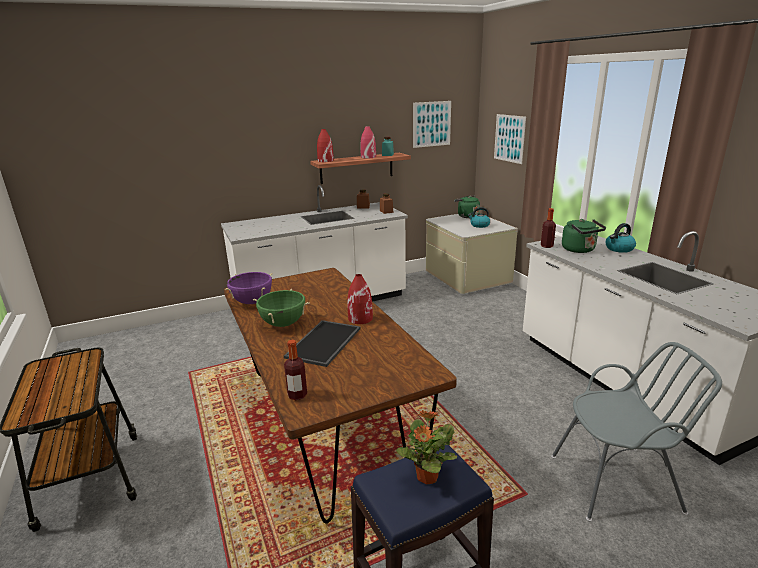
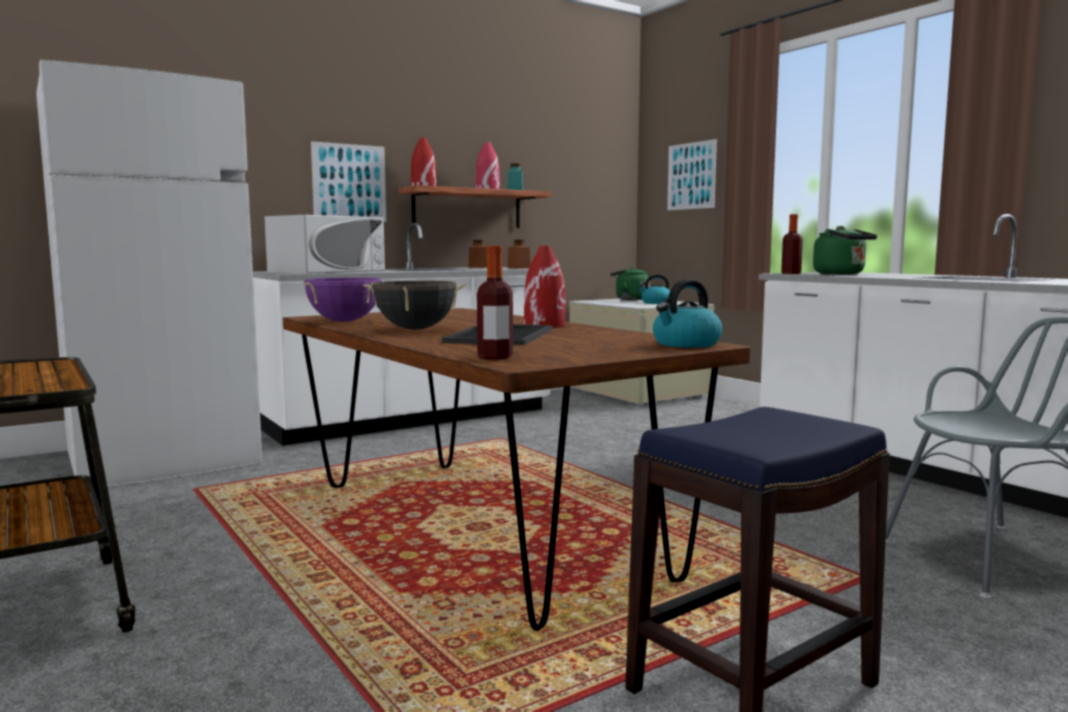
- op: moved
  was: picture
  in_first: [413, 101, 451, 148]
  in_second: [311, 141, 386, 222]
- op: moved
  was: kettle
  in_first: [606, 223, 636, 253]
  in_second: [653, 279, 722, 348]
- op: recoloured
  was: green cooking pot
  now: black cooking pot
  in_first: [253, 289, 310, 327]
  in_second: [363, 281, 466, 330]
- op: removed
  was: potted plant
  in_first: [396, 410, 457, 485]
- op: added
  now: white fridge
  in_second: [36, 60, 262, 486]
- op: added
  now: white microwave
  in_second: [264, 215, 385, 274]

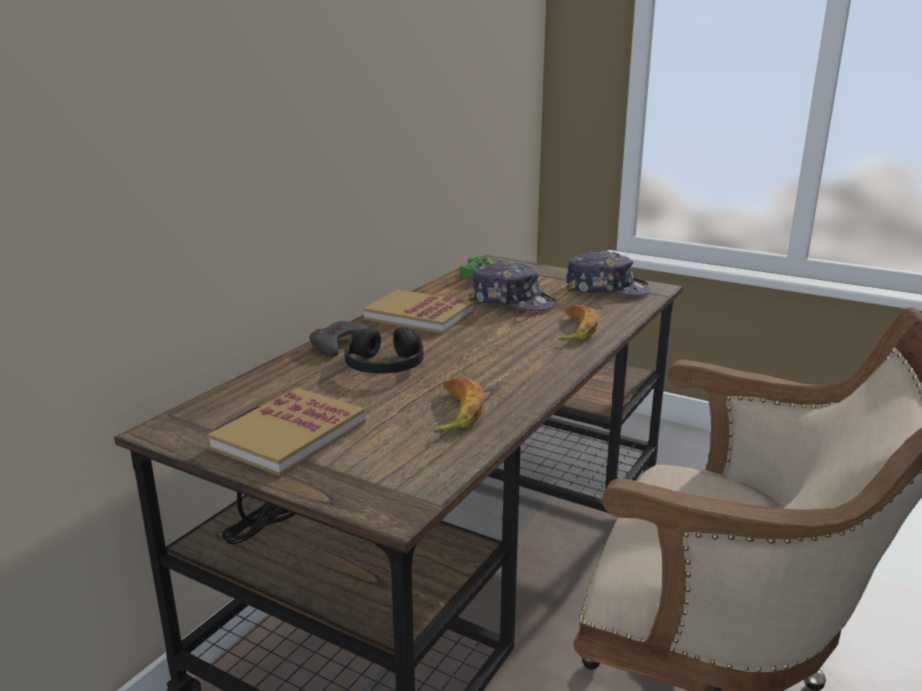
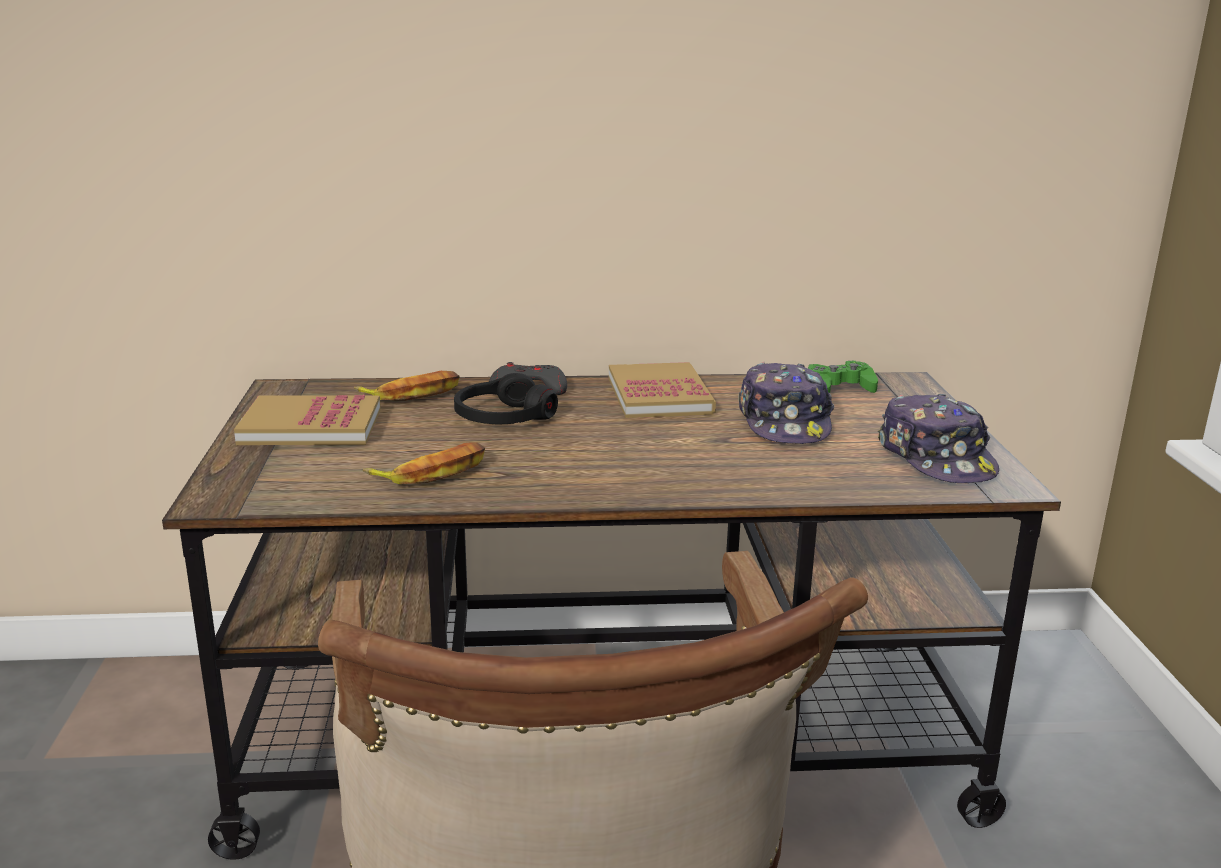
- op: moved
  was: banana
  in_first: [558, 305, 598, 341]
  in_second: [354, 371, 460, 401]

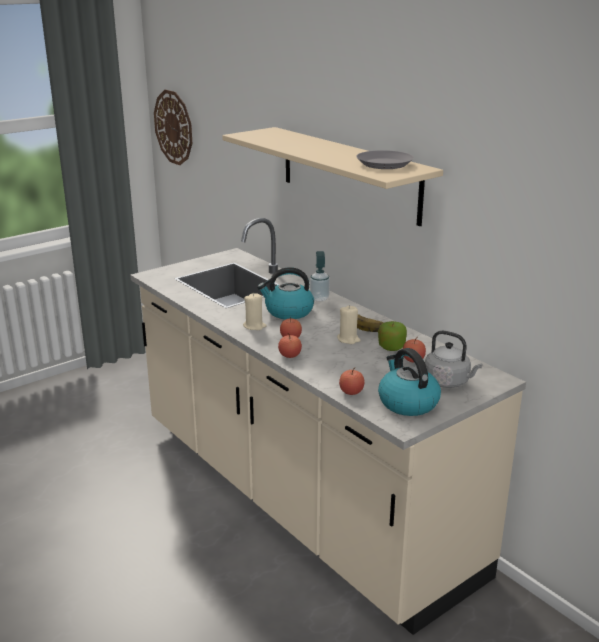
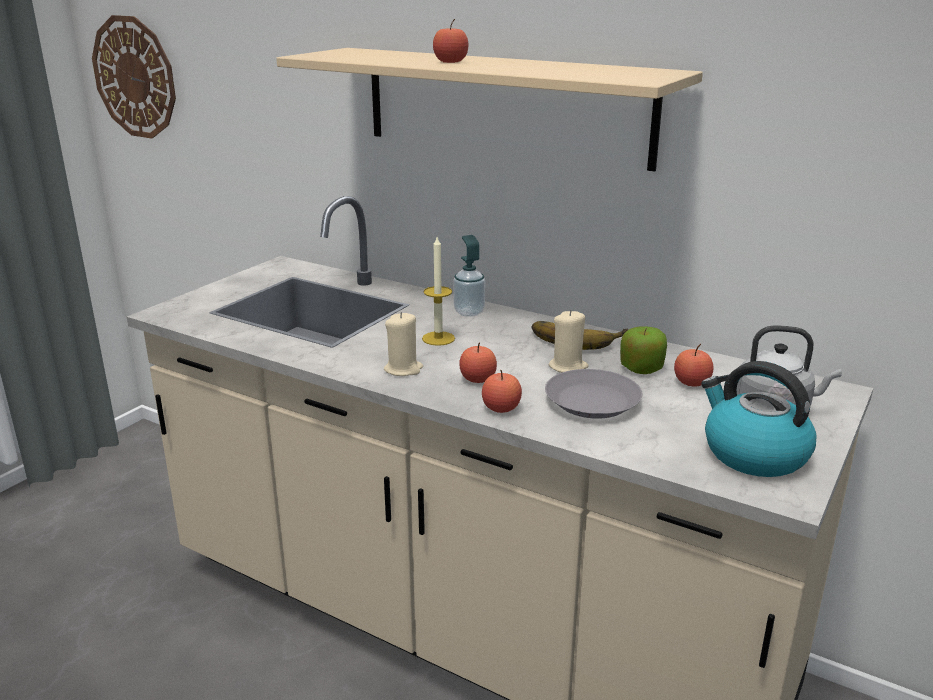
- op: moved
  was: grey plate
  in_first: [356, 150, 414, 169]
  in_second: [545, 369, 643, 419]
- op: replaced
  was: kettle
  now: candle
  in_first: [257, 267, 314, 319]
  in_second: [422, 237, 455, 346]
- op: moved
  was: apple
  in_first: [339, 368, 365, 395]
  in_second: [433, 19, 468, 63]

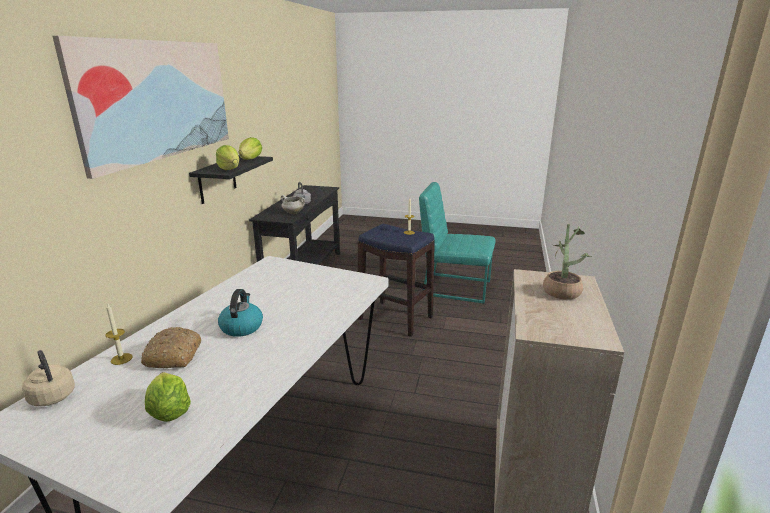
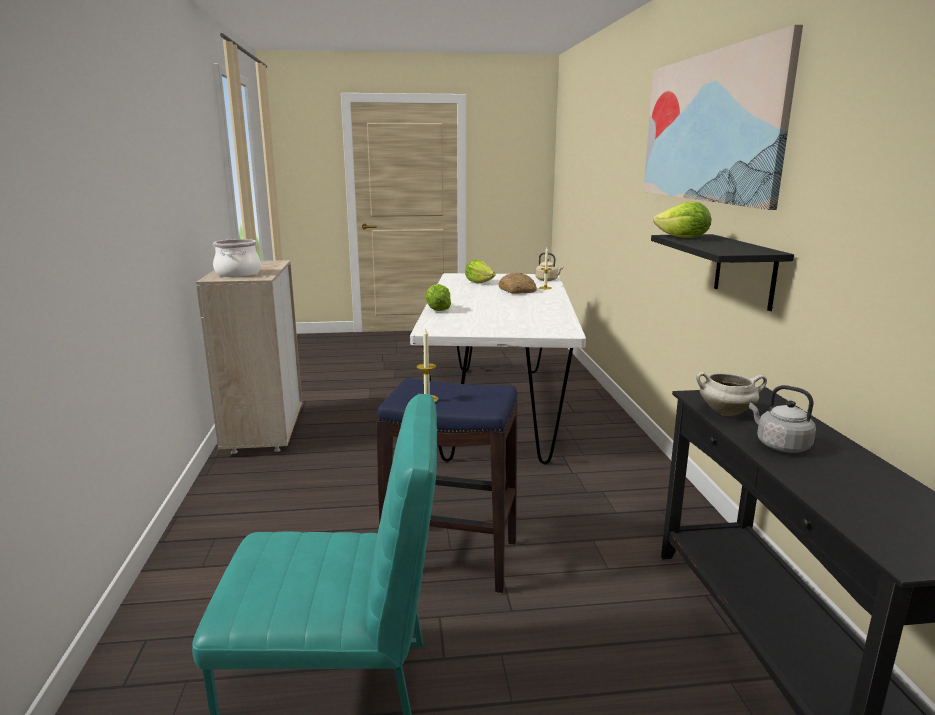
- op: moved
  was: lettuce
  in_first: [239, 137, 262, 160]
  in_second: [425, 284, 451, 311]
- op: replaced
  was: potted plant
  now: cooking pot
  in_first: [543, 224, 591, 300]
  in_second: [213, 239, 261, 277]
- op: removed
  was: kettle
  in_first: [218, 289, 263, 337]

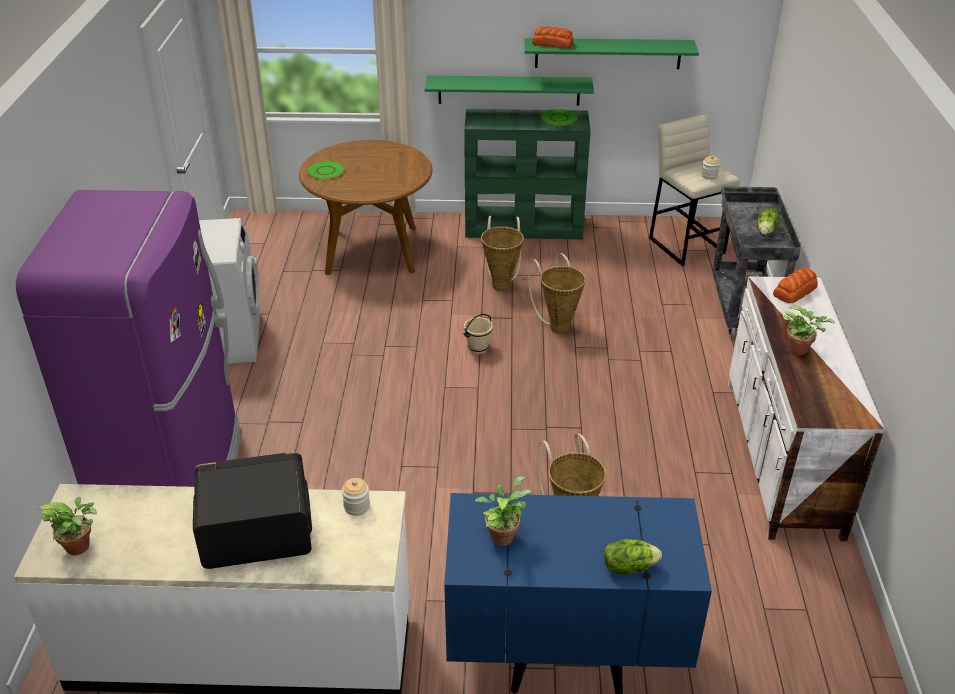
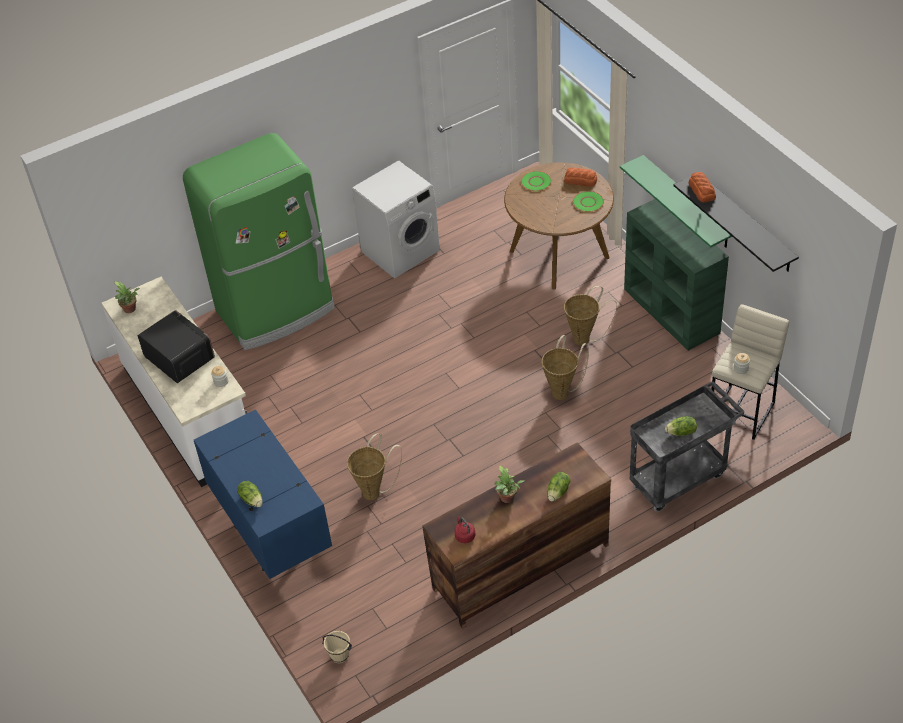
- op: recoloured
  was: green shelf
  now: black shelf
  in_first: [525, 38, 699, 69]
  in_second: [674, 176, 799, 272]
- op: moved
  was: green plate
  in_first: [541, 109, 578, 126]
  in_second: [573, 191, 604, 212]
- op: recoloured
  was: purple fridge
  now: green fridge
  in_first: [16, 190, 240, 487]
  in_second: [183, 133, 335, 350]
- op: moved
  was: bread
  in_first: [773, 268, 818, 303]
  in_second: [564, 168, 597, 186]
- op: recoloured
  was: white cabinet
  now: brown cabinet
  in_first: [728, 276, 885, 541]
  in_second: [422, 442, 611, 629]
- op: moved
  was: beige bucket
  in_first: [463, 314, 493, 354]
  in_second: [322, 631, 352, 663]
- op: removed
  was: potted plant
  in_first: [475, 476, 531, 546]
- op: added
  now: lettuce
  in_second: [548, 472, 571, 501]
- op: added
  now: red kettle
  in_second: [454, 517, 476, 543]

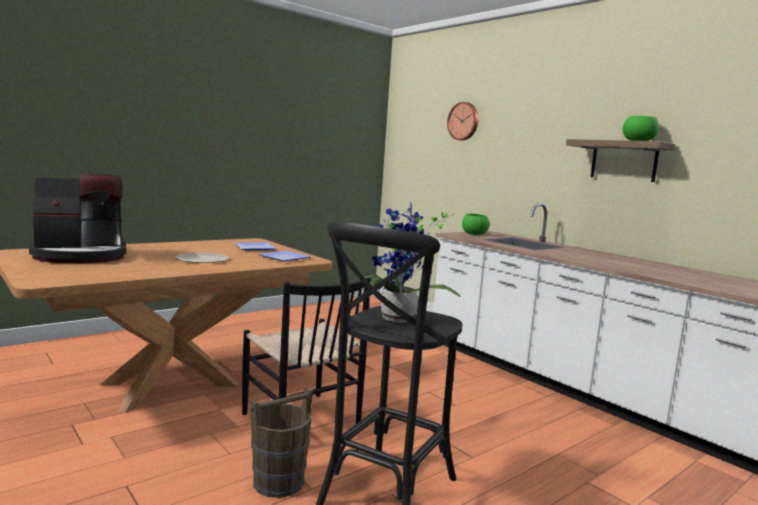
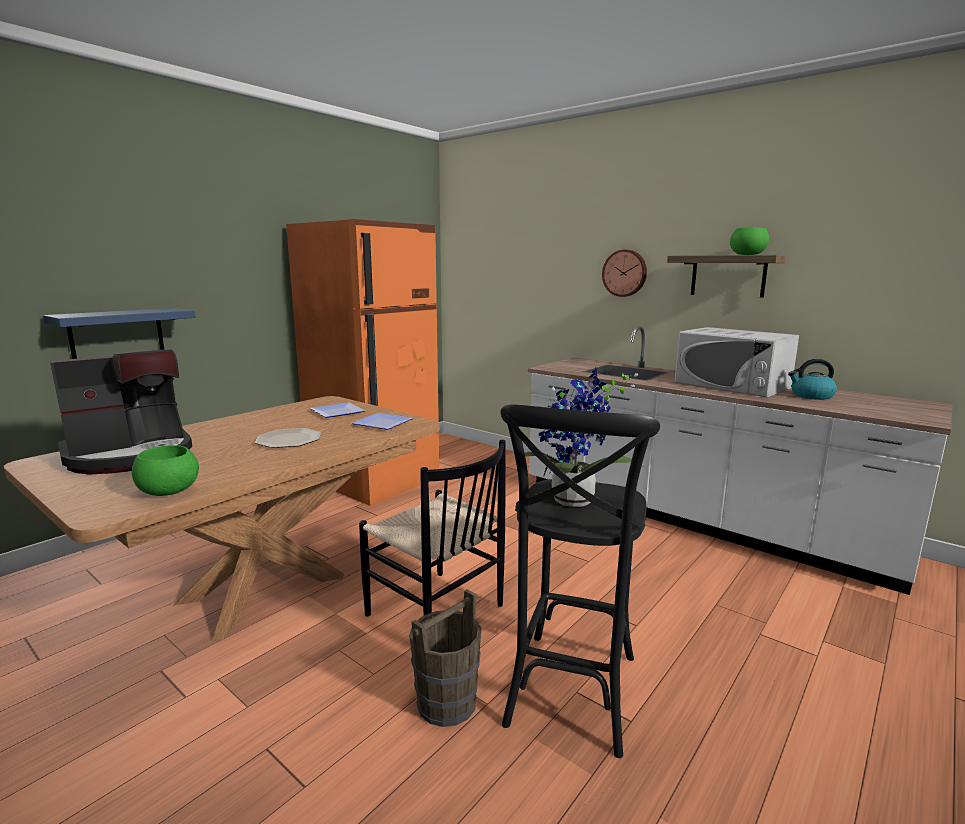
- op: moved
  was: wall clock
  in_first: [447, 102, 479, 141]
  in_second: [602, 249, 647, 297]
- op: moved
  was: green bowl
  in_first: [462, 214, 490, 235]
  in_second: [132, 445, 199, 496]
- op: added
  now: orange fridge
  in_second: [286, 219, 439, 506]
- op: added
  now: blue shelf
  in_second: [43, 308, 196, 359]
- op: added
  now: white microwave
  in_second: [674, 327, 799, 397]
- op: added
  now: kettle
  in_second: [788, 359, 837, 400]

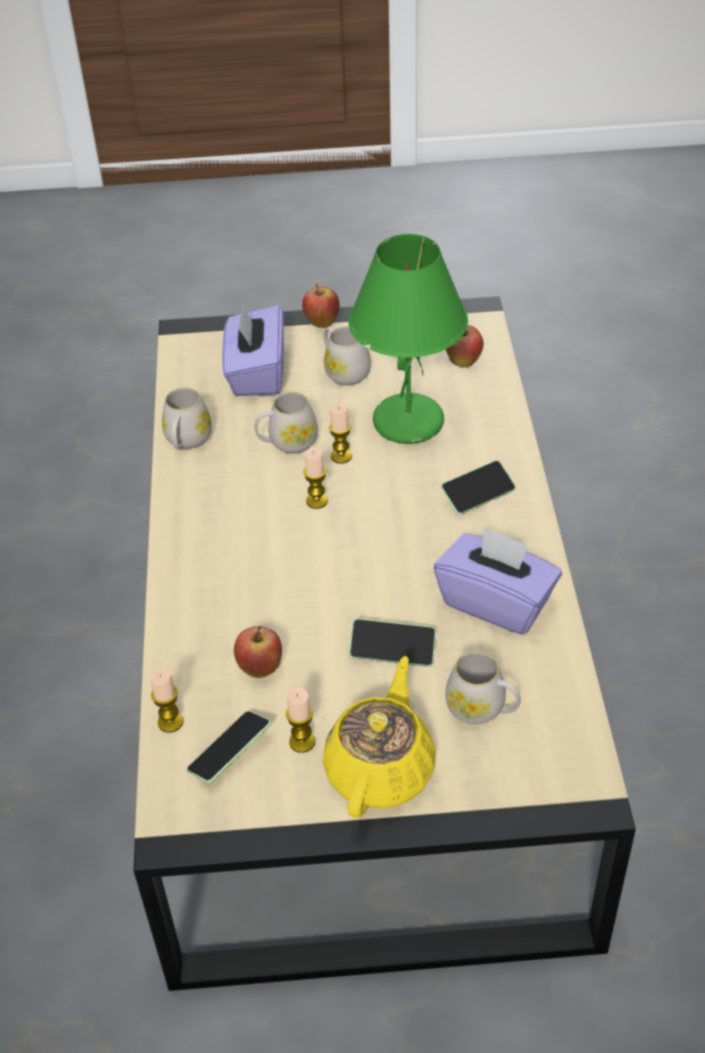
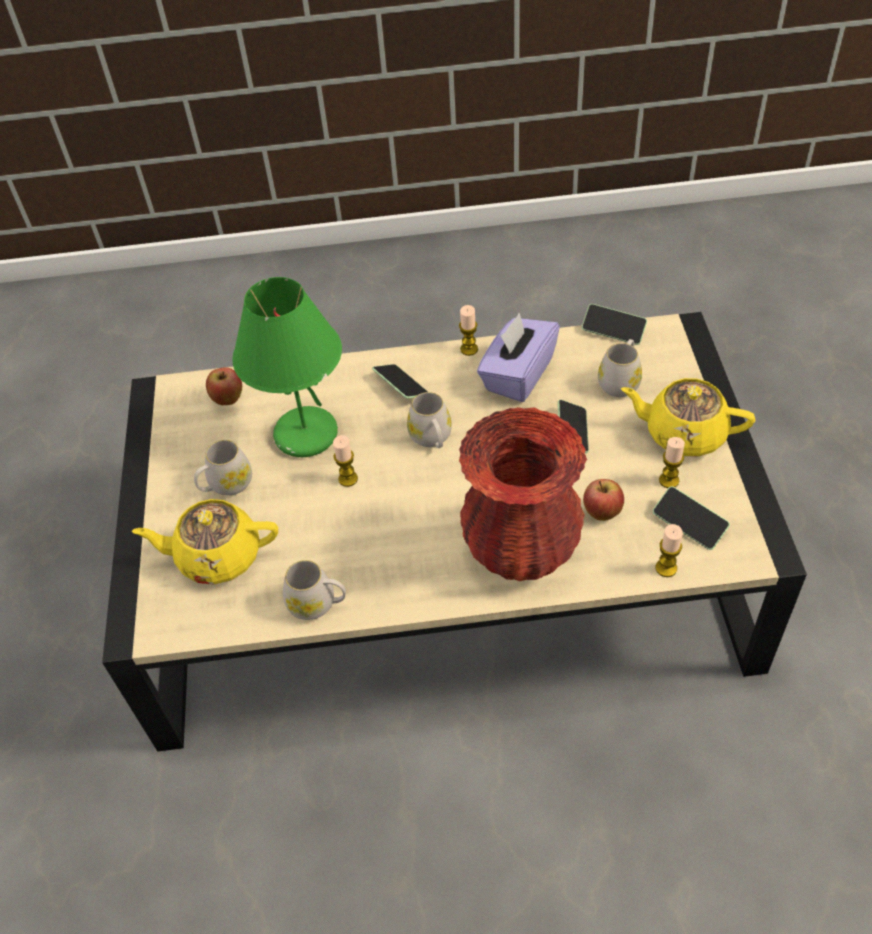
- op: removed
  was: apple
  in_first: [302, 283, 339, 328]
- op: replaced
  was: purple tissue box
  now: yellow teapot
  in_first: [222, 304, 284, 396]
  in_second: [132, 499, 278, 584]
- op: moved
  was: white mug
  in_first: [254, 392, 318, 454]
  in_second: [407, 392, 452, 448]
- op: moved
  was: candle
  in_first: [304, 448, 328, 509]
  in_second: [459, 305, 478, 356]
- op: added
  now: phone
  in_second: [582, 304, 647, 345]
- op: added
  now: red vase
  in_second: [459, 407, 587, 581]

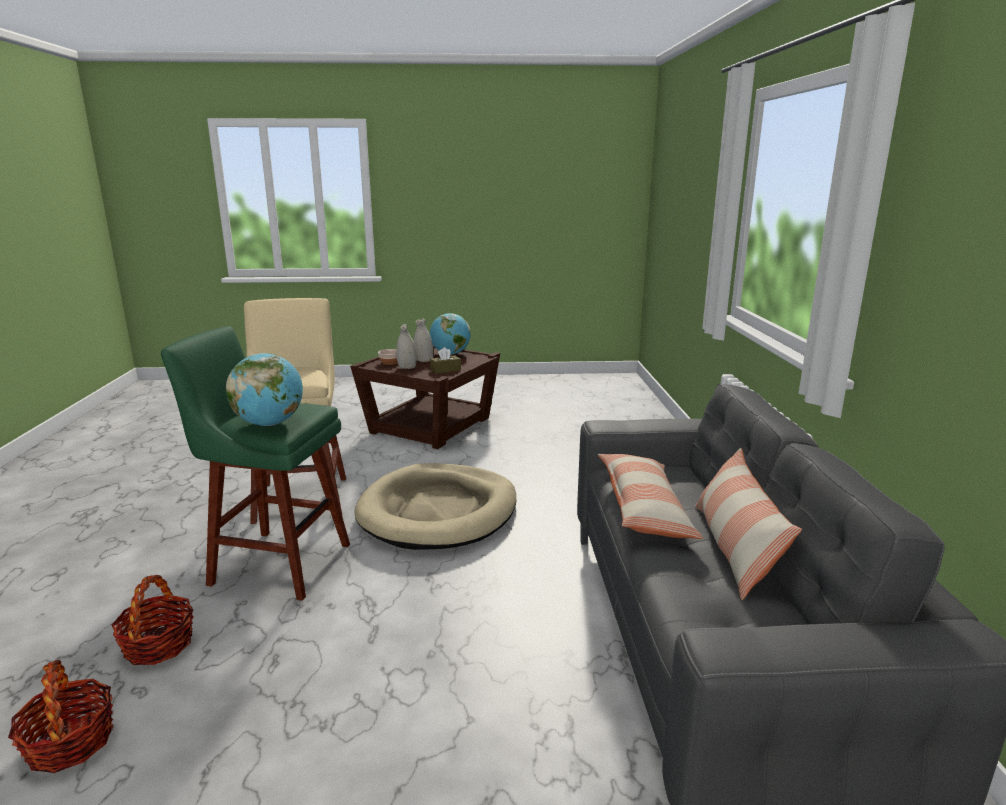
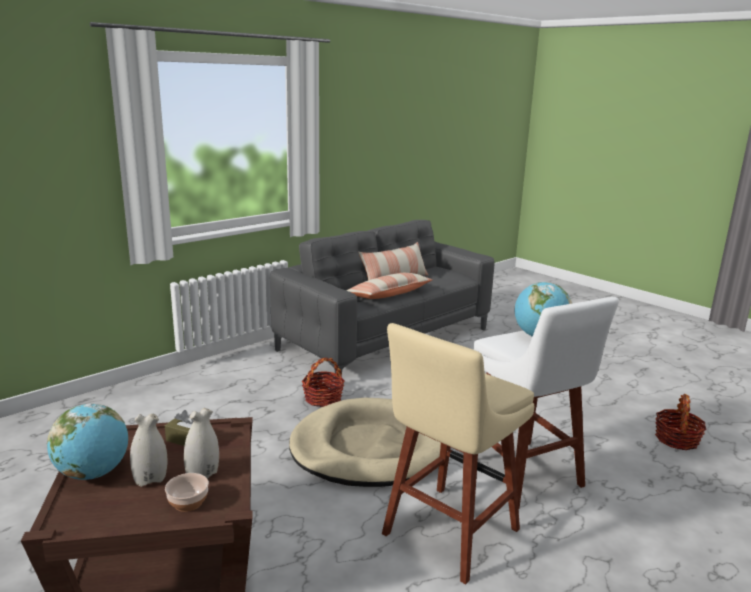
- op: recoloured
  was: green stool
  now: white stool
  in_first: [161, 326, 350, 601]
  in_second: [473, 297, 619, 509]
- op: moved
  was: basket
  in_first: [112, 575, 194, 665]
  in_second: [301, 358, 345, 407]

